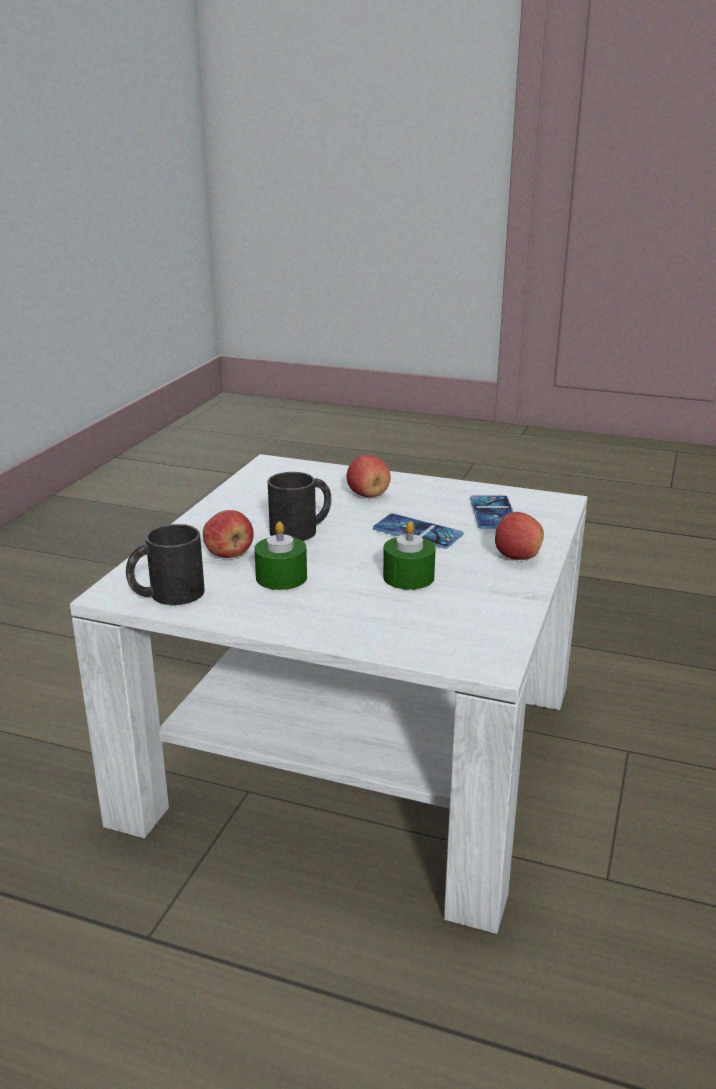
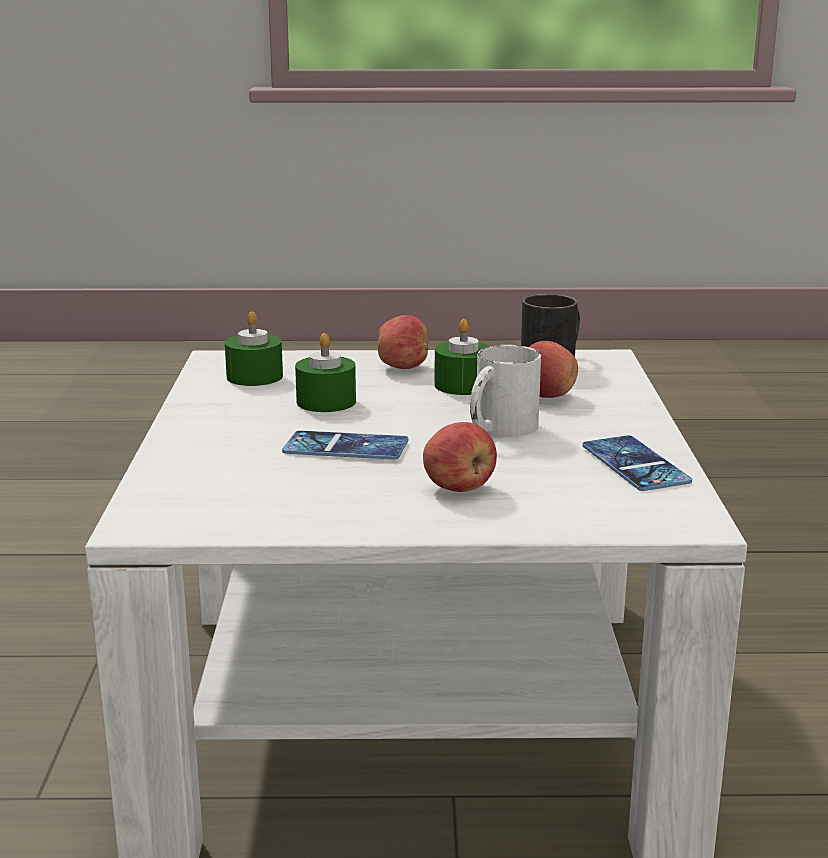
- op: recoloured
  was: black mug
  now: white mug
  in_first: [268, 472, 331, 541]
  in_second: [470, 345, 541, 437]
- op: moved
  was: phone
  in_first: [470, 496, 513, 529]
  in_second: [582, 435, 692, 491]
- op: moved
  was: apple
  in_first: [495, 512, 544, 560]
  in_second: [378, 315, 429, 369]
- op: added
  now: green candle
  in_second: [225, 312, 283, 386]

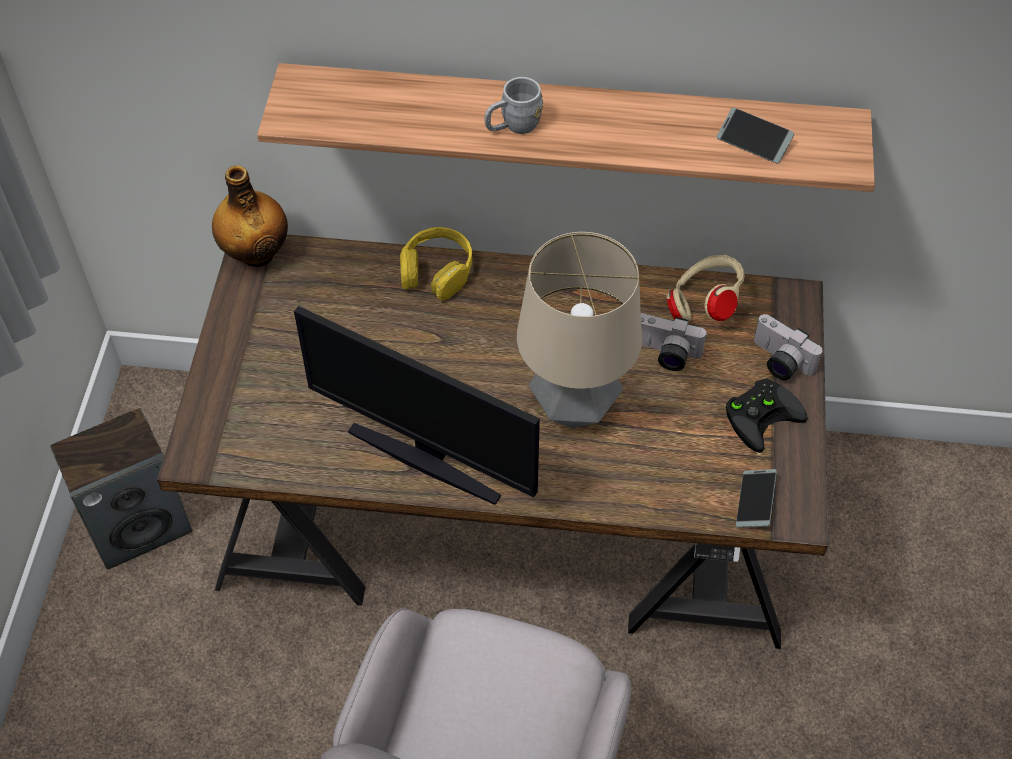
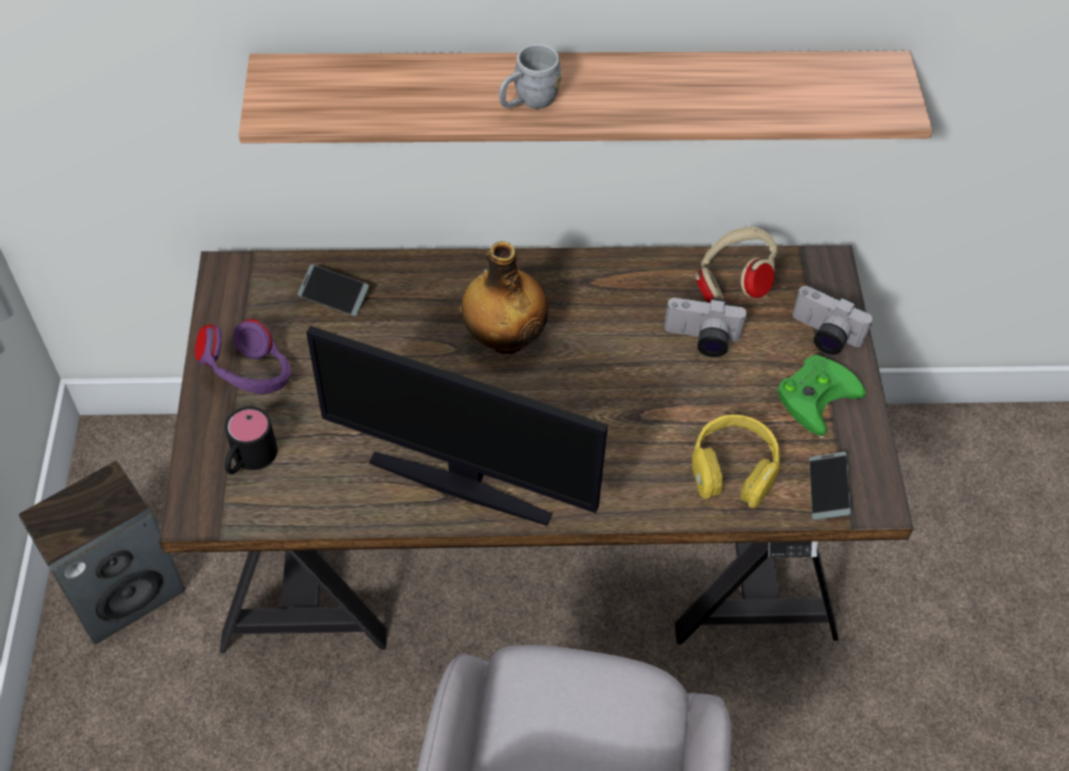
- op: moved
  was: phone
  in_first: [717, 108, 794, 164]
  in_second: [298, 265, 369, 316]
- op: moved
  was: bottle
  in_first: [212, 165, 288, 267]
  in_second: [461, 241, 548, 354]
- op: moved
  was: yellow headphones
  in_first: [400, 227, 472, 300]
  in_second: [692, 415, 780, 508]
- op: removed
  was: table lamp
  in_first: [517, 232, 642, 428]
- op: recoloured
  was: black game controller
  now: green game controller
  in_first: [726, 378, 808, 452]
  in_second: [777, 355, 866, 435]
- op: added
  now: purple headphones
  in_second: [195, 319, 291, 394]
- op: added
  now: black mug
  in_second: [225, 406, 277, 474]

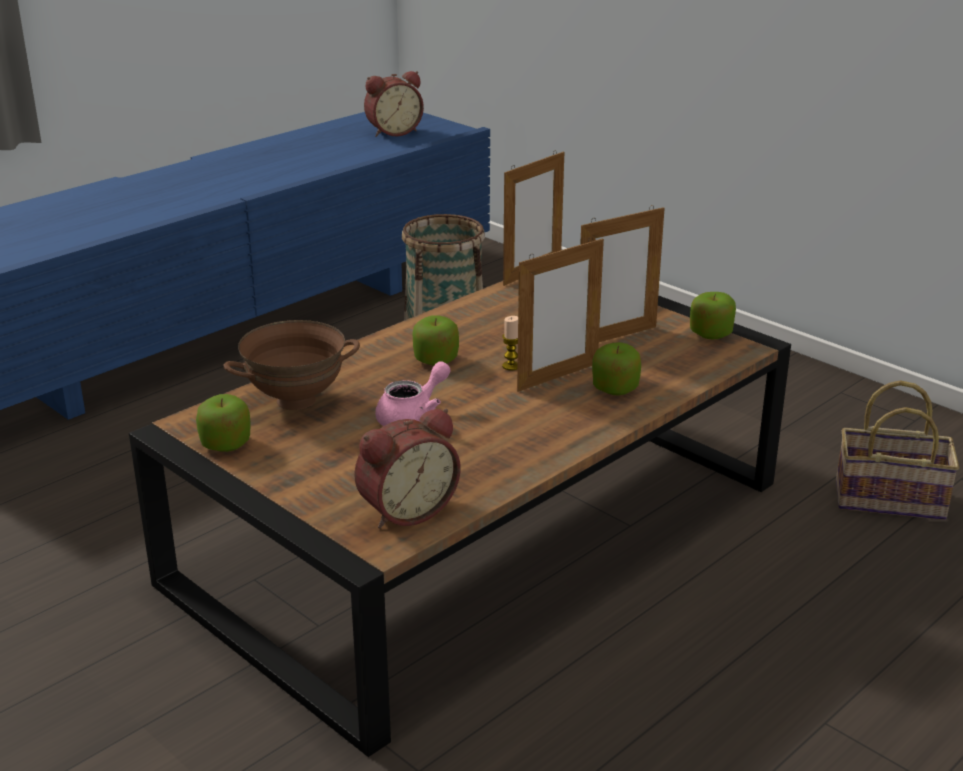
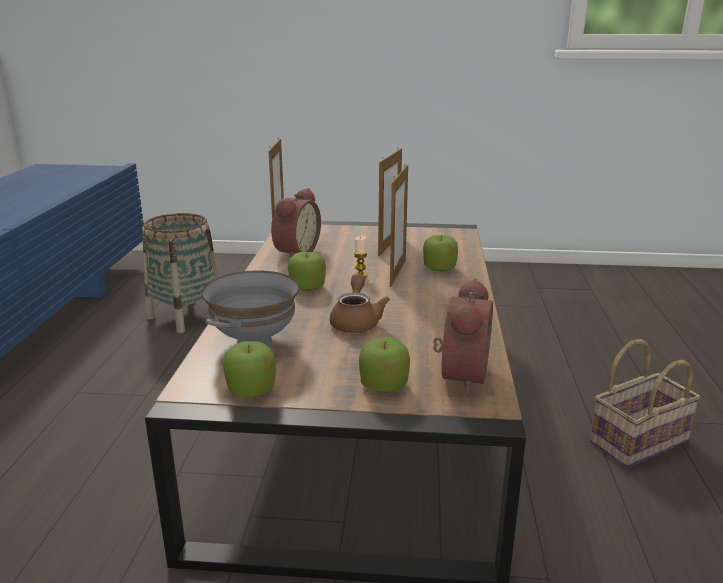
- op: moved
  was: alarm clock
  in_first: [364, 71, 424, 137]
  in_second: [271, 188, 321, 258]
- op: moved
  was: apple
  in_first: [690, 292, 736, 339]
  in_second: [359, 337, 410, 393]
- op: recoloured
  was: brown bowl
  now: grey bowl
  in_first: [223, 320, 360, 410]
  in_second: [201, 270, 299, 346]
- op: recoloured
  was: pink teapot
  now: brown teapot
  in_first: [375, 361, 451, 426]
  in_second: [330, 273, 390, 333]
- op: moved
  was: basket
  in_first: [836, 380, 960, 520]
  in_second: [590, 339, 701, 468]

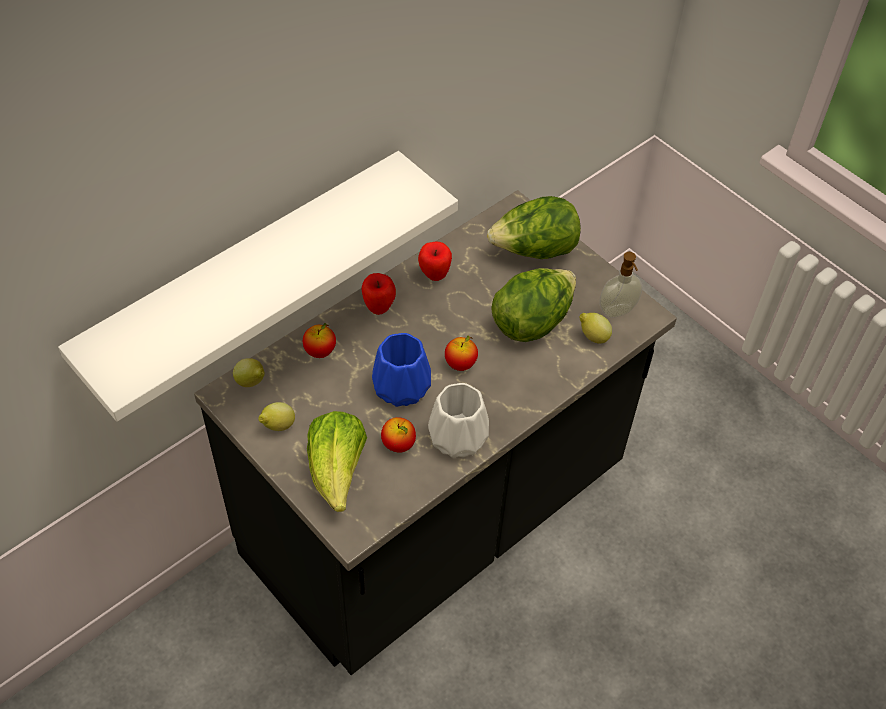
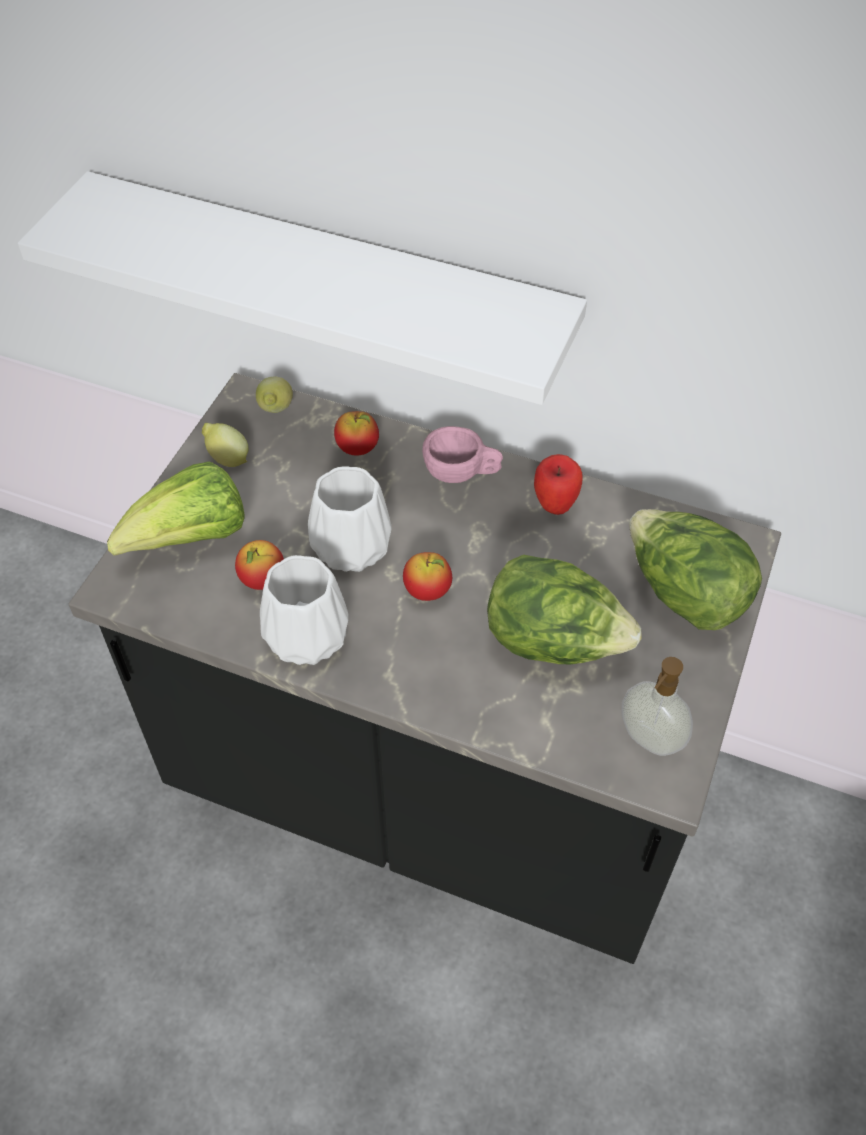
- op: replaced
  was: apple
  now: pink cup
  in_first: [362, 273, 396, 315]
  in_second: [422, 426, 503, 483]
- op: removed
  was: lemon
  in_first: [579, 313, 612, 344]
- op: recoloured
  was: blue vase
  now: white vase
  in_first: [372, 333, 431, 407]
  in_second: [308, 466, 392, 572]

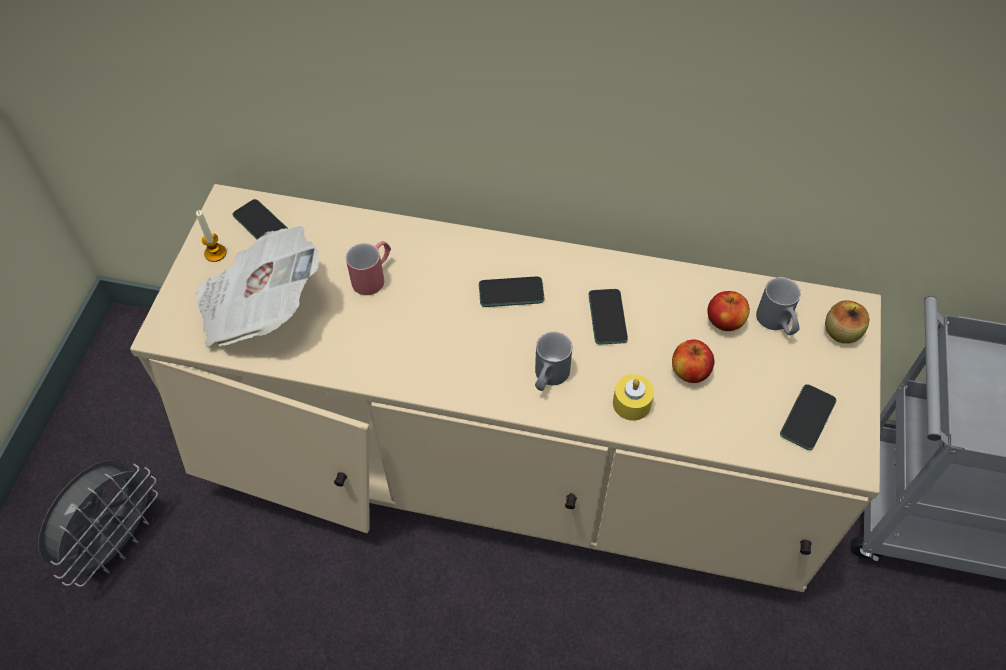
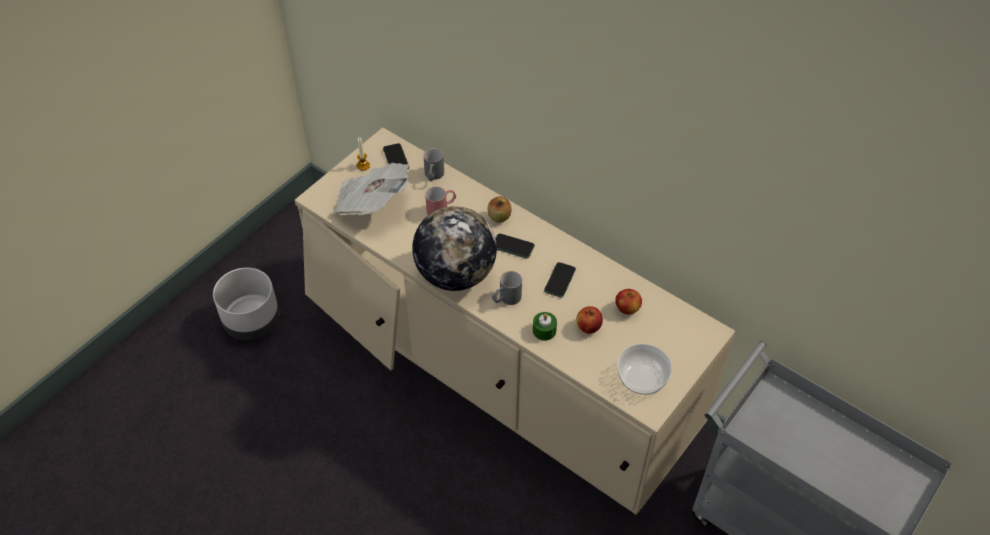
- op: moved
  was: grey mug
  in_first: [756, 277, 801, 335]
  in_second: [423, 148, 444, 181]
- op: moved
  was: apple
  in_first: [825, 300, 870, 344]
  in_second: [488, 196, 512, 223]
- op: recoloured
  was: yellow candle
  now: green candle
  in_first: [613, 374, 654, 421]
  in_second: [533, 312, 557, 340]
- op: replaced
  was: phone
  now: bowl
  in_first: [780, 384, 836, 450]
  in_second: [617, 344, 672, 395]
- op: replaced
  was: grey fan
  now: grey planter
  in_first: [38, 460, 158, 587]
  in_second: [213, 267, 279, 340]
- op: added
  now: globe
  in_second: [412, 206, 497, 291]

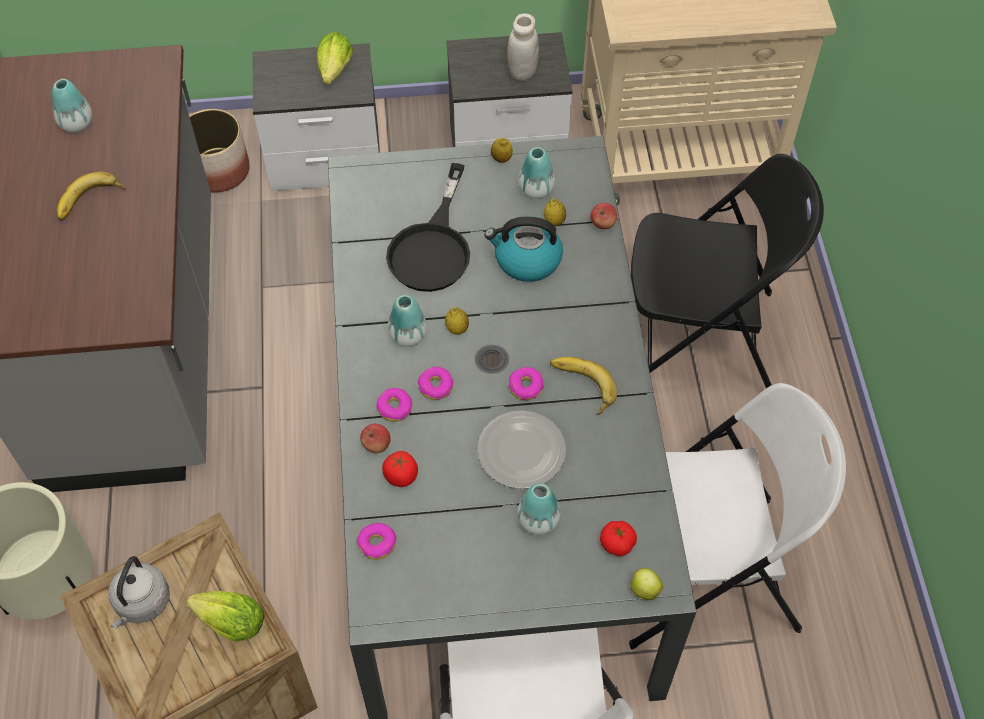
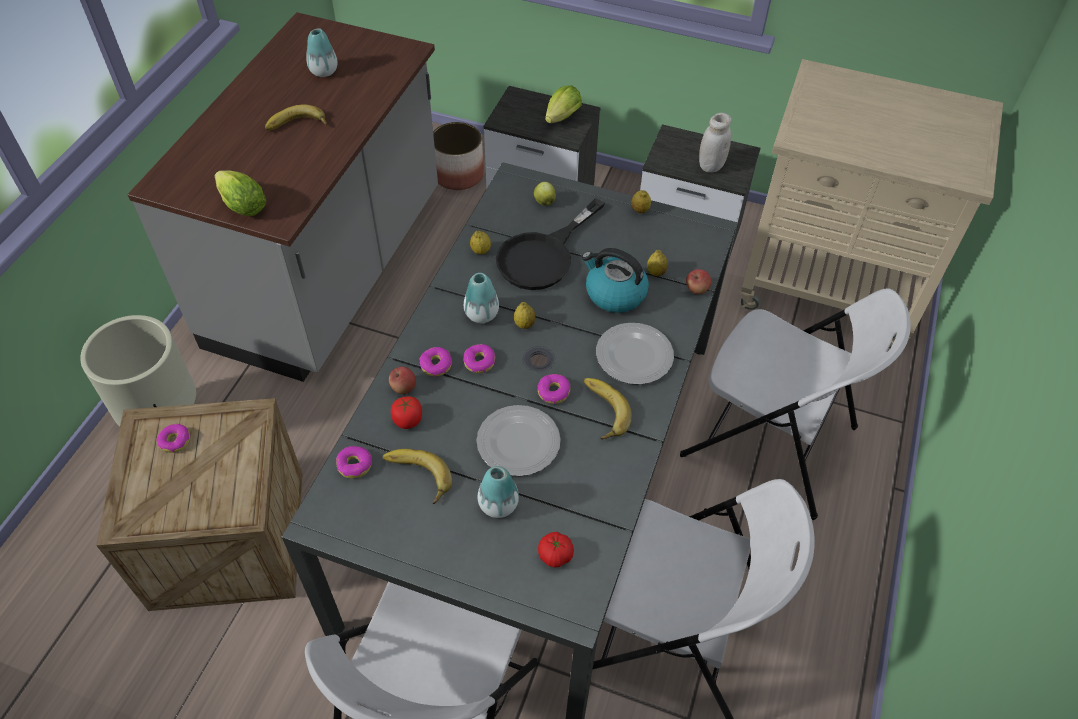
- op: removed
  was: vase
  in_first: [518, 147, 555, 199]
- op: recoloured
  was: black chair
  now: white chair
  in_first: [631, 154, 824, 388]
  in_second: [680, 288, 911, 520]
- op: replaced
  was: grey kettle
  now: donut
  in_first: [108, 556, 170, 628]
  in_second: [156, 424, 190, 453]
- op: moved
  was: apple
  in_first: [630, 568, 663, 600]
  in_second: [534, 182, 556, 206]
- op: moved
  was: lettuce
  in_first: [187, 591, 265, 642]
  in_second: [215, 171, 266, 216]
- op: added
  now: lemon
  in_second: [470, 231, 491, 254]
- op: added
  now: plate
  in_second: [596, 323, 674, 385]
- op: added
  now: banana
  in_second: [383, 449, 452, 504]

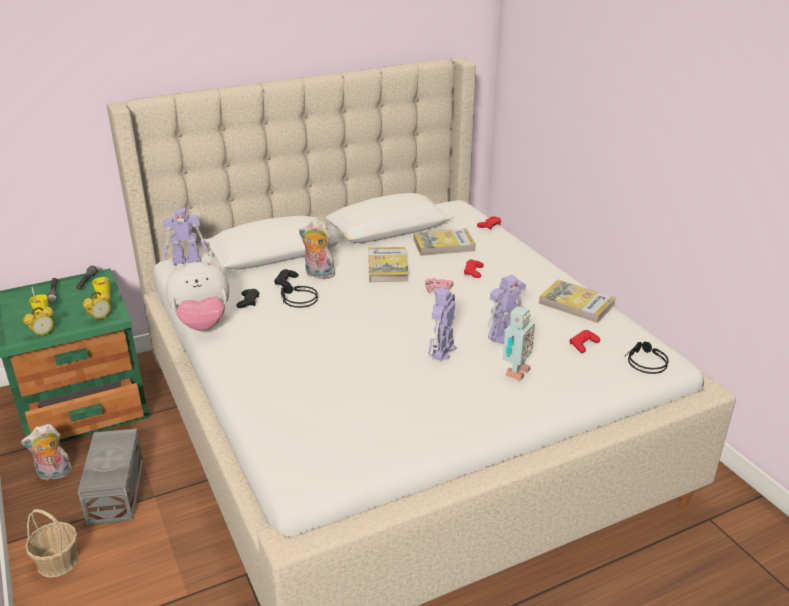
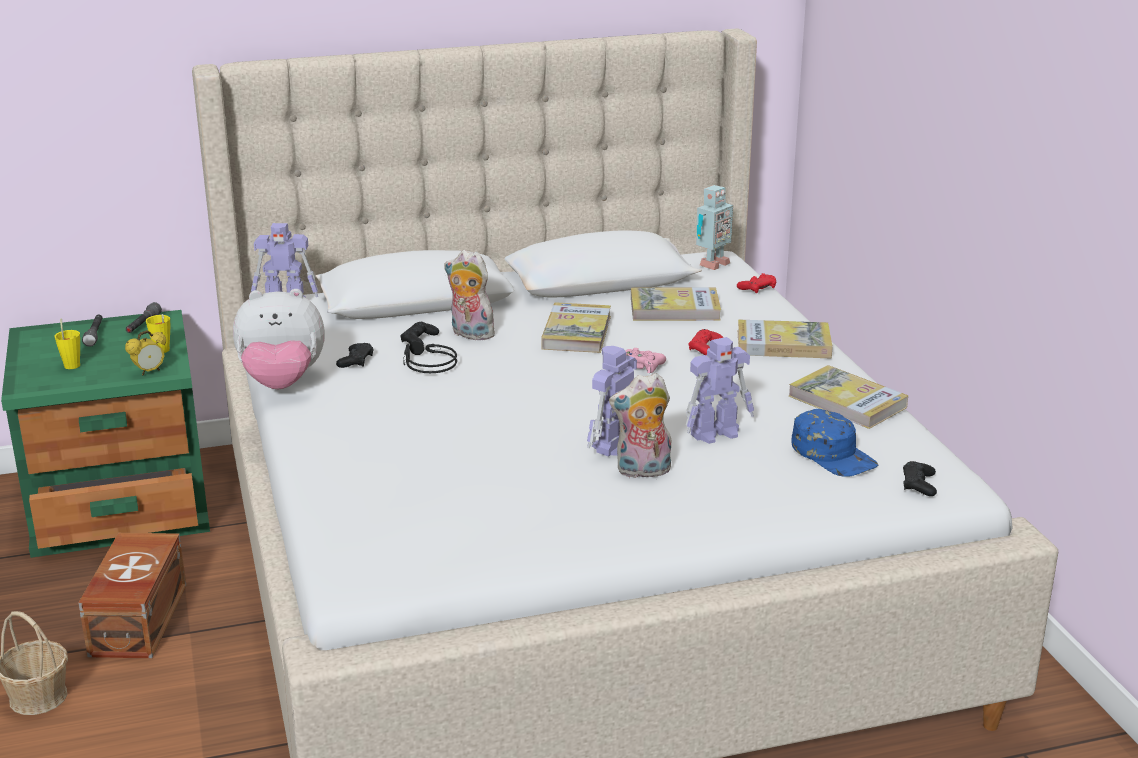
- op: moved
  was: toy robot
  in_first: [503, 306, 535, 381]
  in_second: [696, 185, 733, 270]
- op: removed
  was: alarm clock
  in_first: [23, 307, 54, 338]
- op: replaced
  was: red game controller
  now: blue cap
  in_first: [570, 330, 600, 353]
  in_second: [791, 409, 878, 477]
- op: replaced
  was: black headphones
  now: black game controller
  in_first: [625, 342, 669, 374]
  in_second: [903, 461, 937, 496]
- op: moved
  was: plush toy
  in_first: [21, 424, 72, 481]
  in_second: [609, 373, 671, 478]
- op: recoloured
  was: grey storage box
  now: brown storage box
  in_first: [78, 429, 144, 525]
  in_second: [78, 533, 186, 658]
- op: added
  now: book
  in_second: [738, 319, 833, 358]

